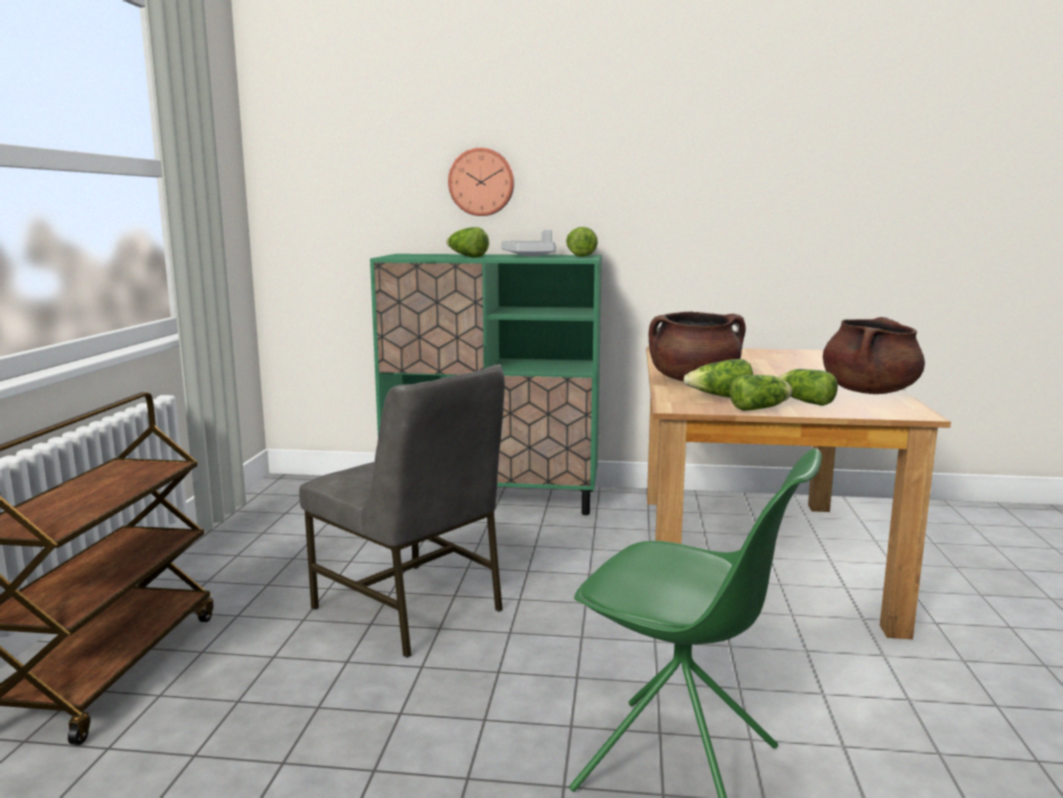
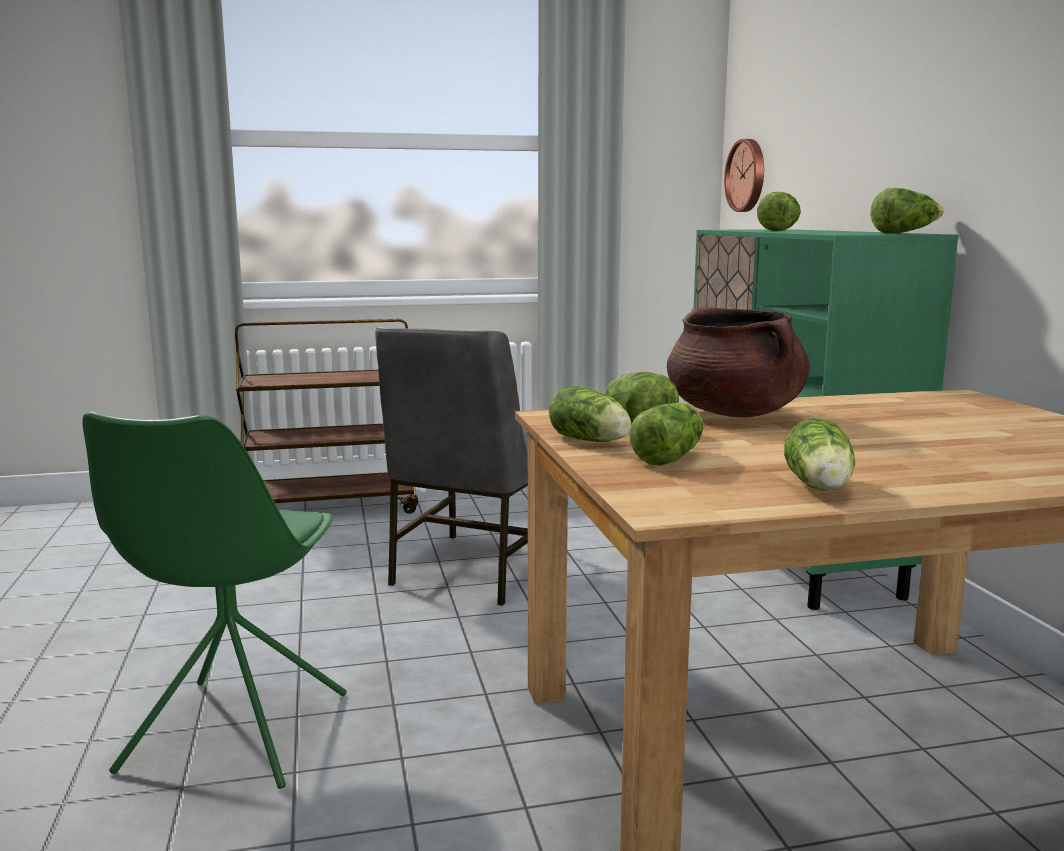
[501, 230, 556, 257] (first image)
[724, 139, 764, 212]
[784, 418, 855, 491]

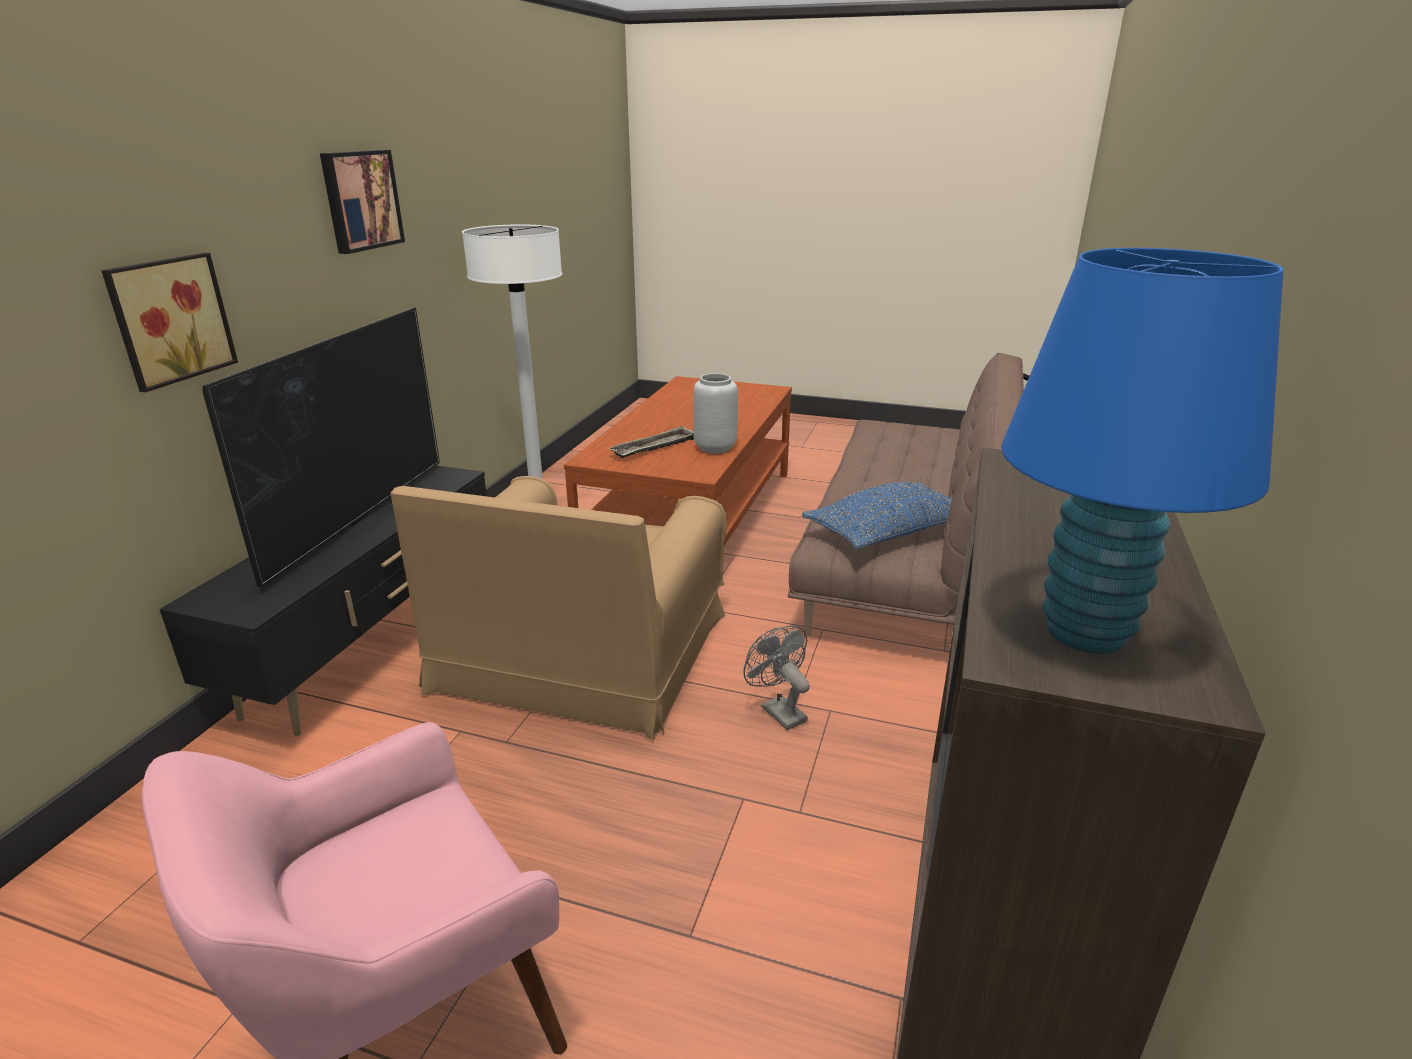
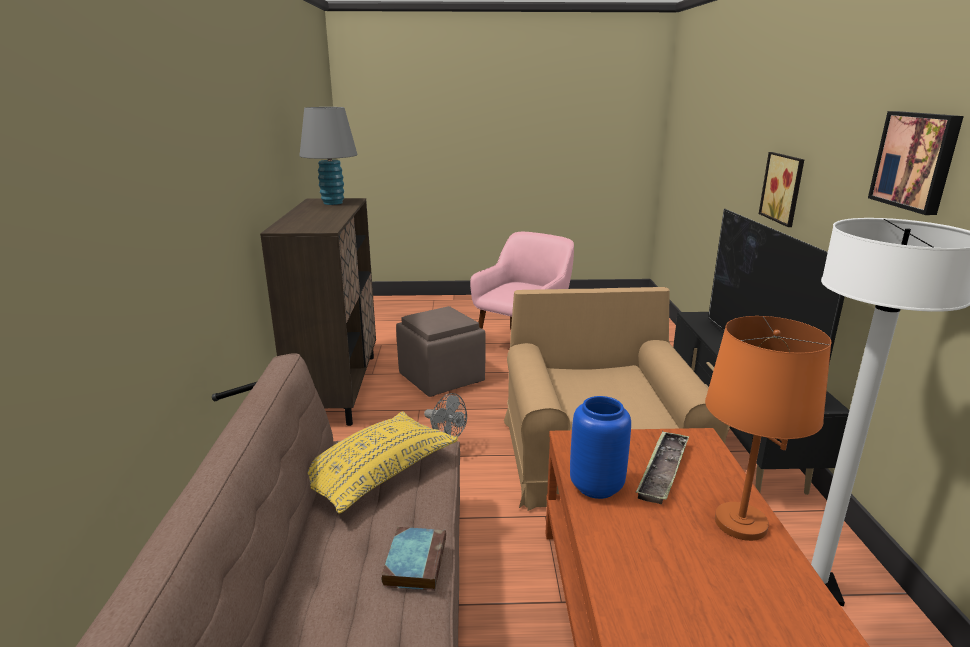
[381, 527, 446, 591]
[396, 306, 486, 397]
[705, 316, 831, 541]
[570, 396, 631, 499]
[308, 411, 458, 514]
[299, 107, 358, 205]

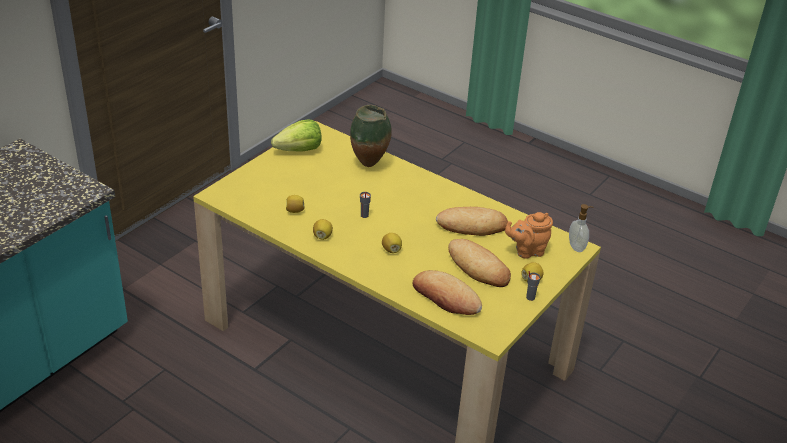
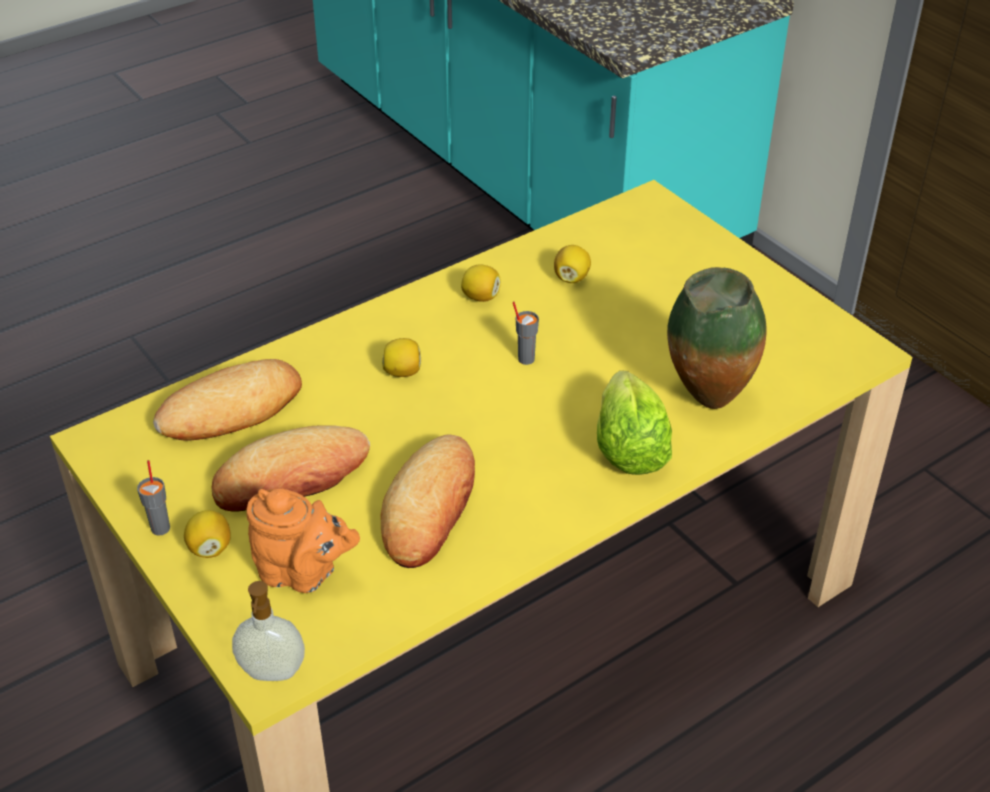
[597, 371, 672, 475]
[246, 489, 360, 593]

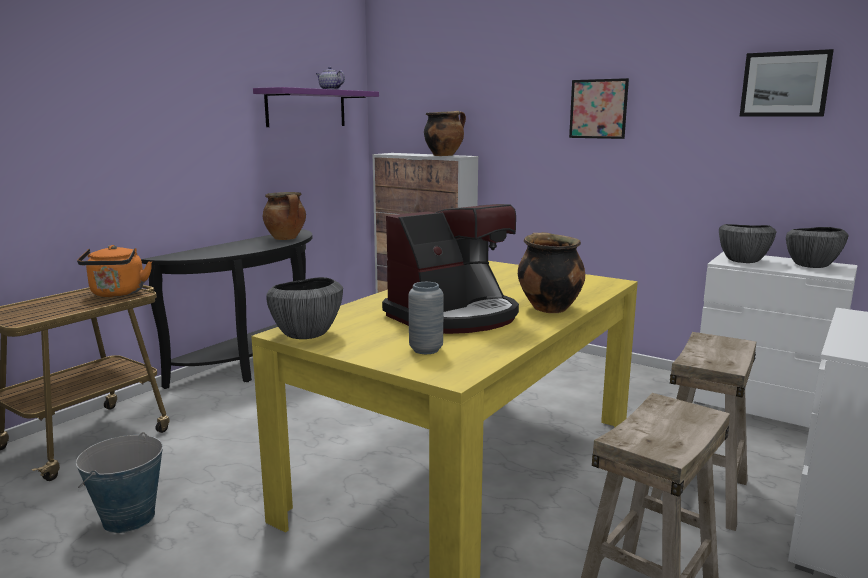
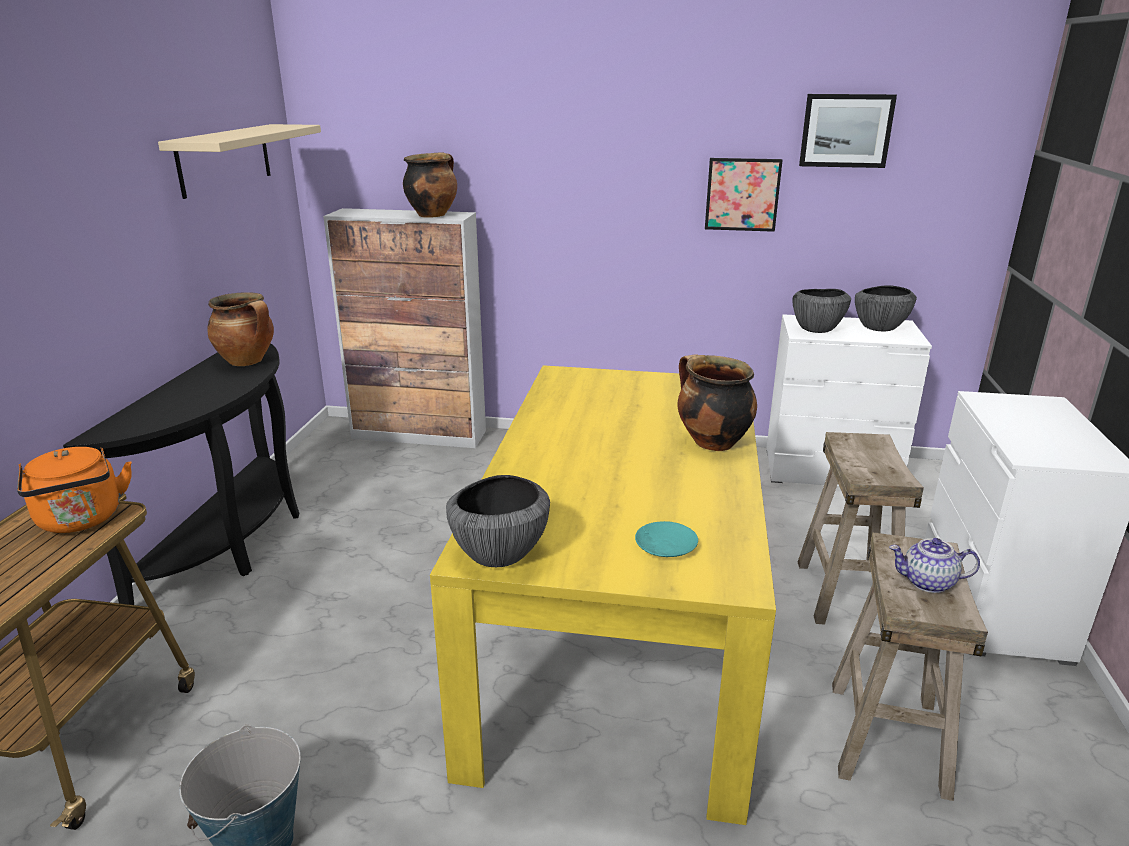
[382, 204, 519, 334] (first image)
[889, 538, 980, 593]
[705, 158, 783, 232]
[635, 521, 698, 557]
[158, 124, 321, 199]

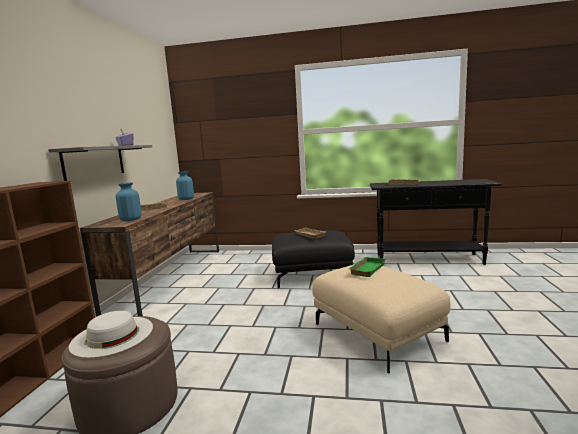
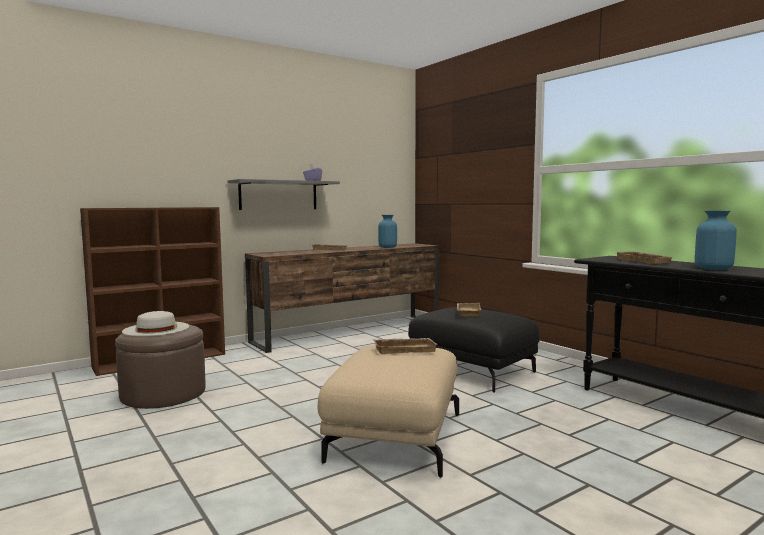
[695, 211, 737, 270]
[373, 338, 438, 354]

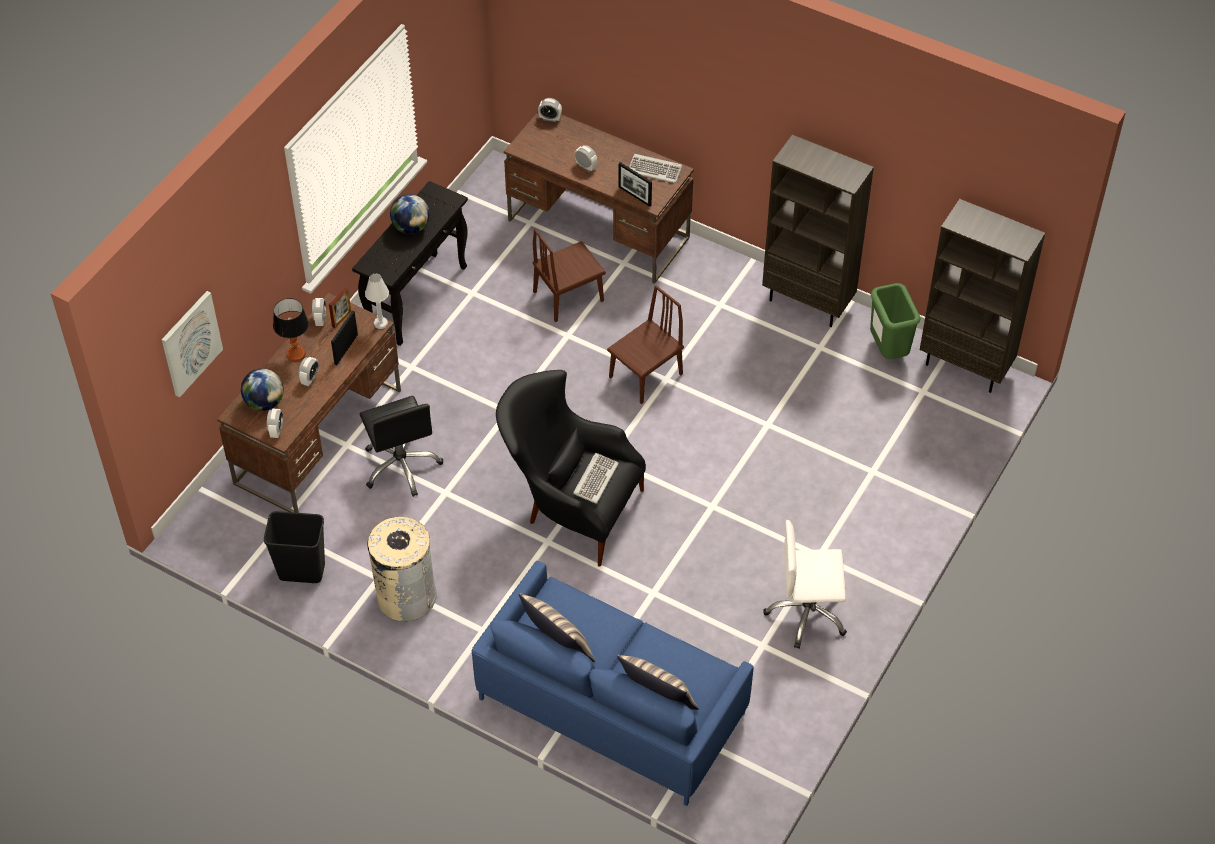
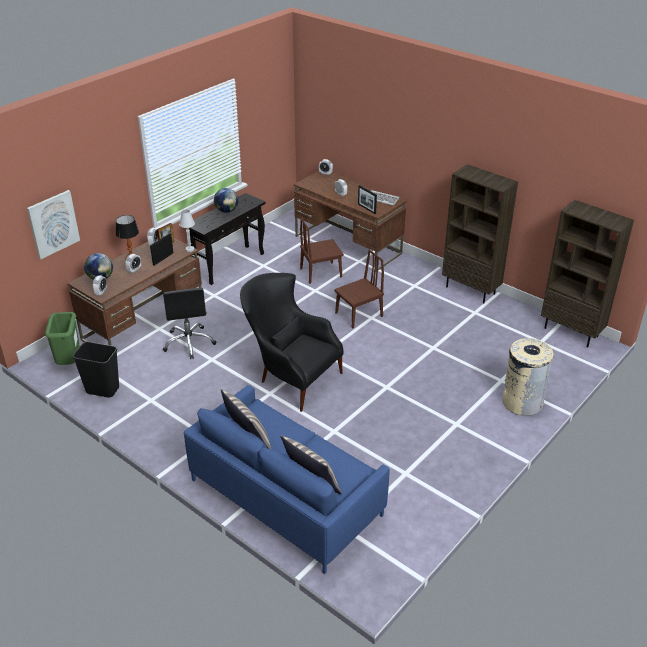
[573, 453, 619, 504] (first image)
[763, 520, 847, 649] (first image)
[502, 338, 554, 416]
[45, 312, 80, 365]

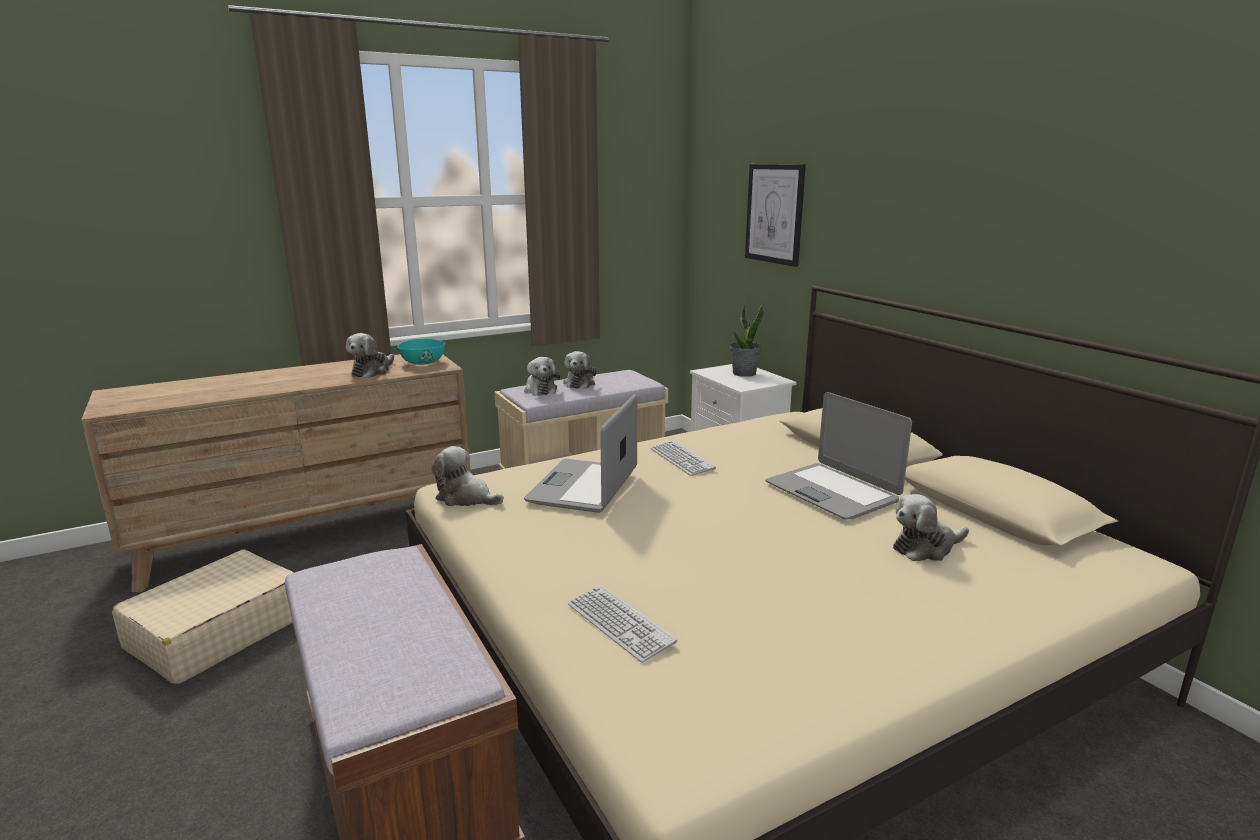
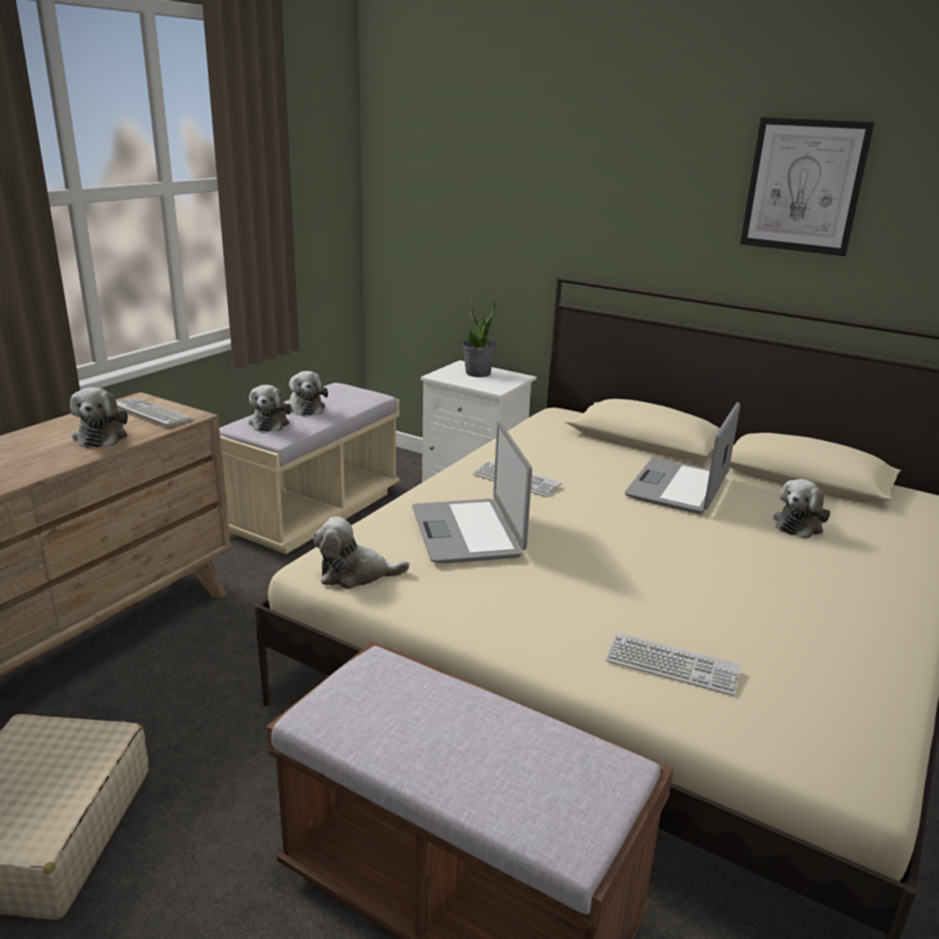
[740, 117, 875, 256]
[116, 398, 194, 427]
[248, 385, 291, 432]
[625, 402, 740, 514]

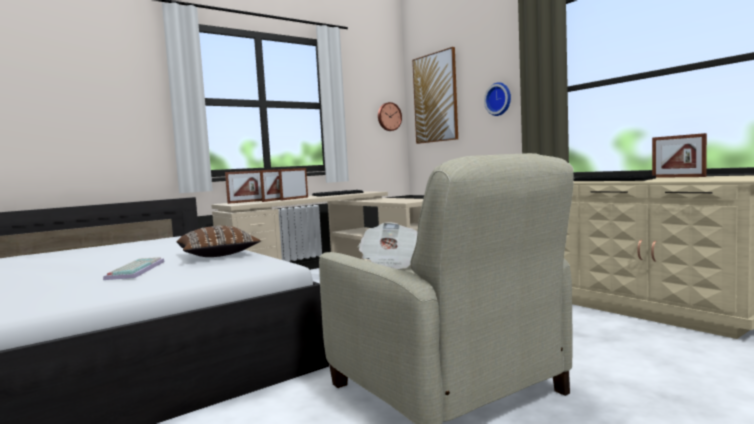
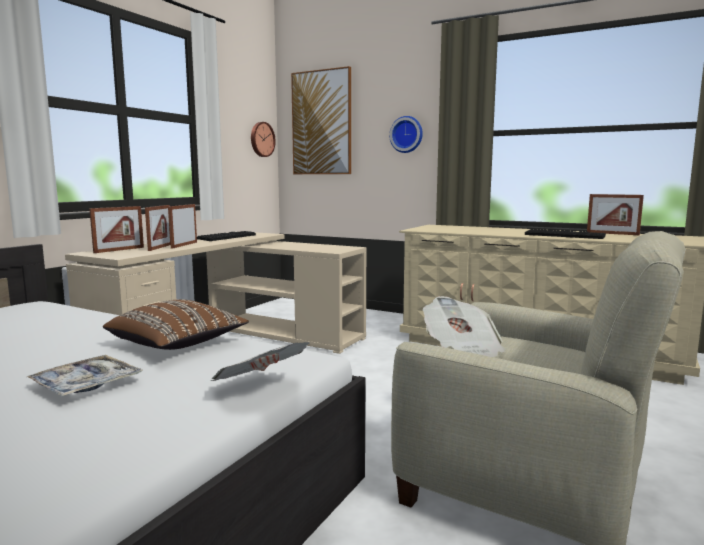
[211, 342, 309, 381]
[27, 355, 143, 396]

